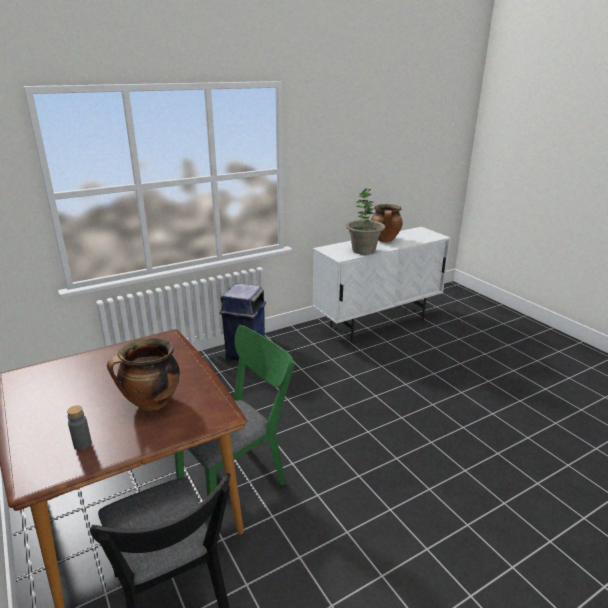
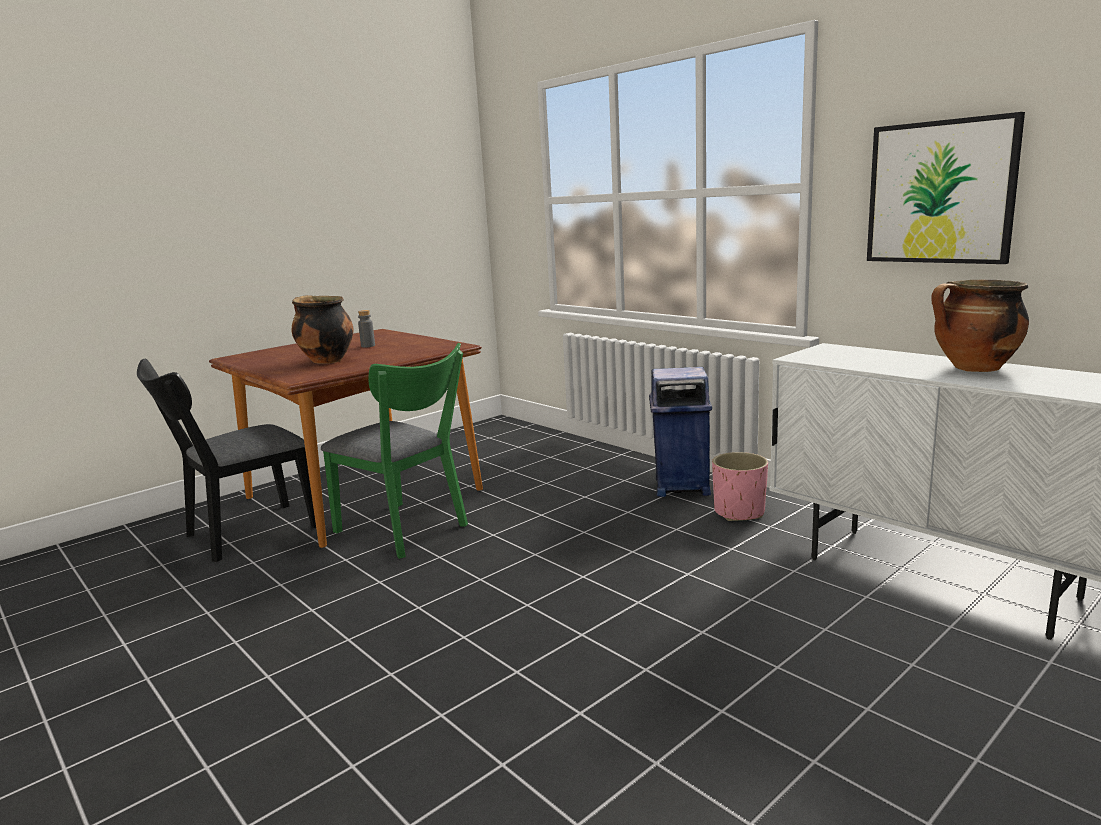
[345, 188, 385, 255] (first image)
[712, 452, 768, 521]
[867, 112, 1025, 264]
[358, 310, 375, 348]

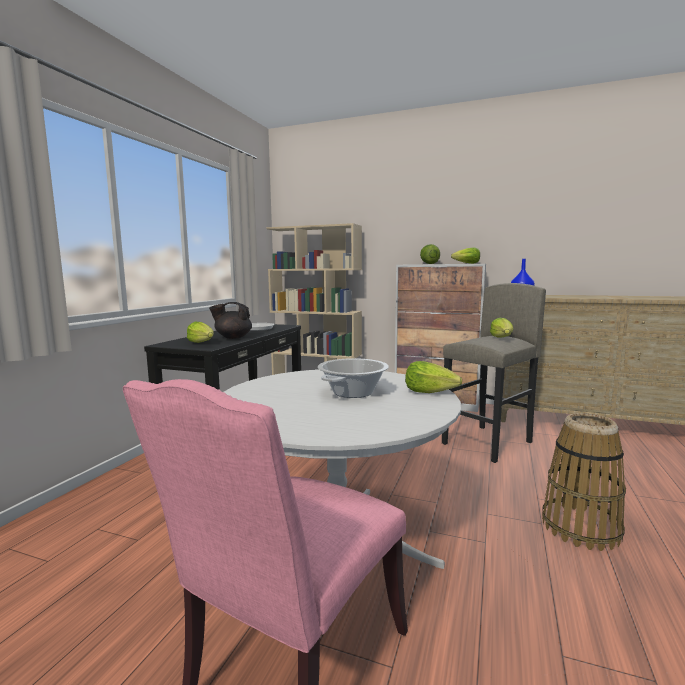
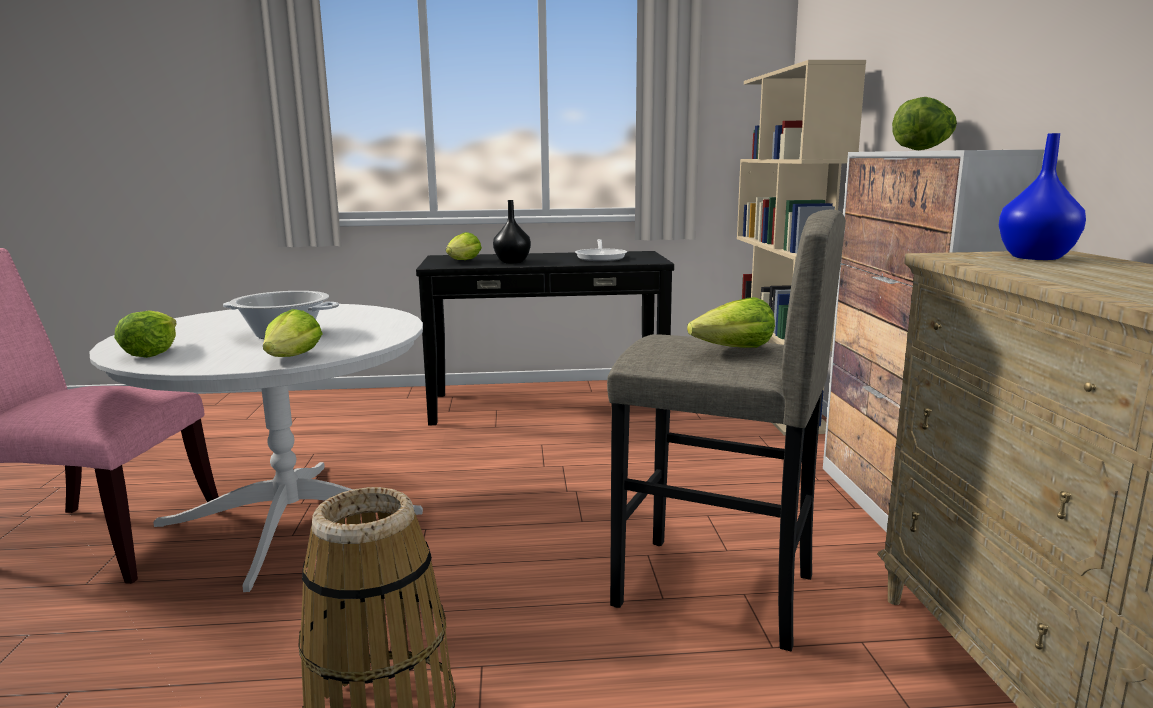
[114, 310, 177, 358]
[493, 200, 531, 264]

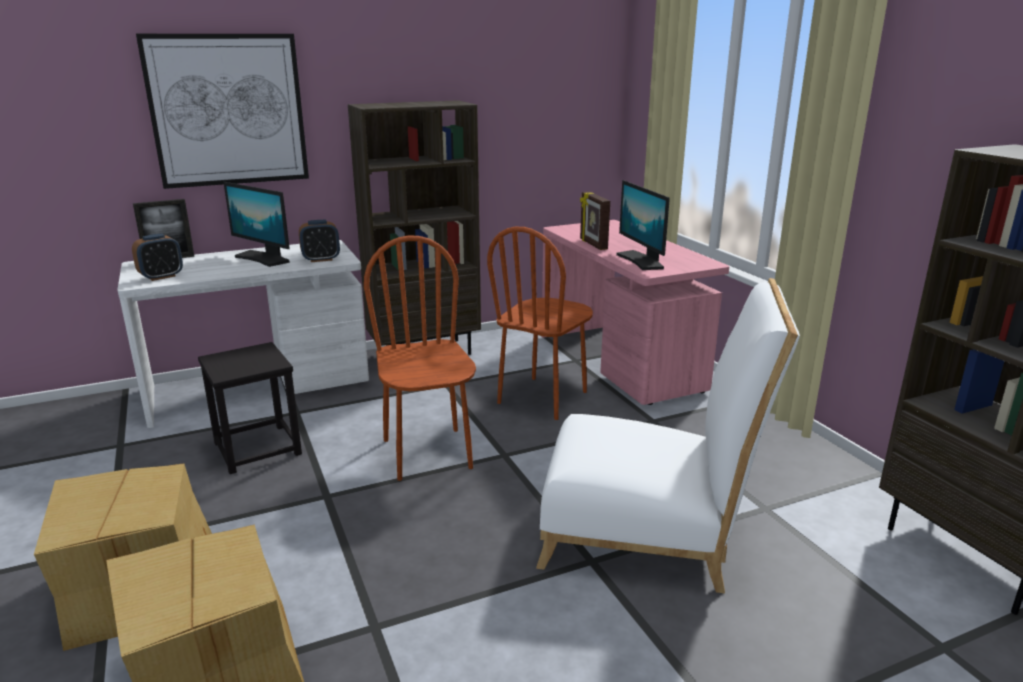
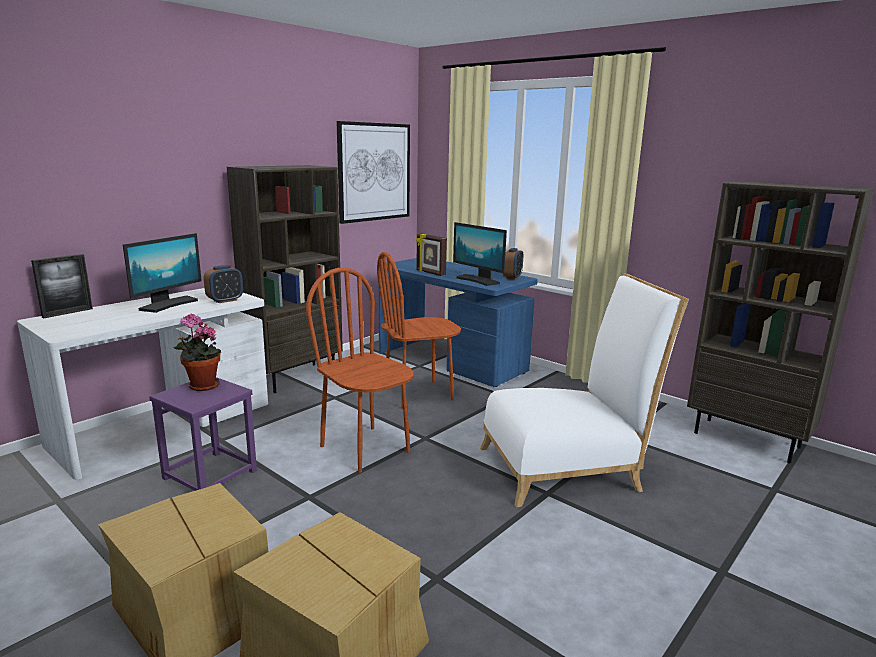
[173, 313, 221, 391]
[503, 248, 523, 279]
[336, 121, 410, 224]
[149, 377, 257, 491]
[378, 258, 538, 387]
[123, 233, 202, 313]
[377, 252, 461, 409]

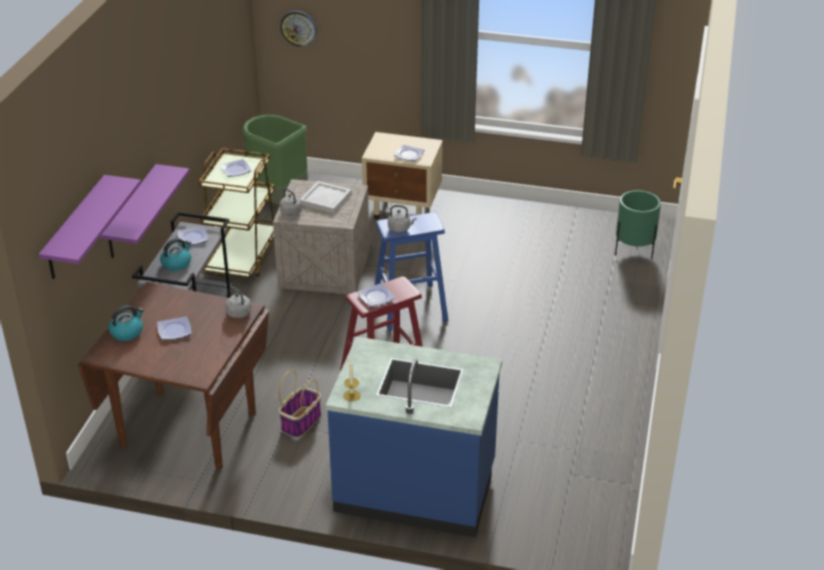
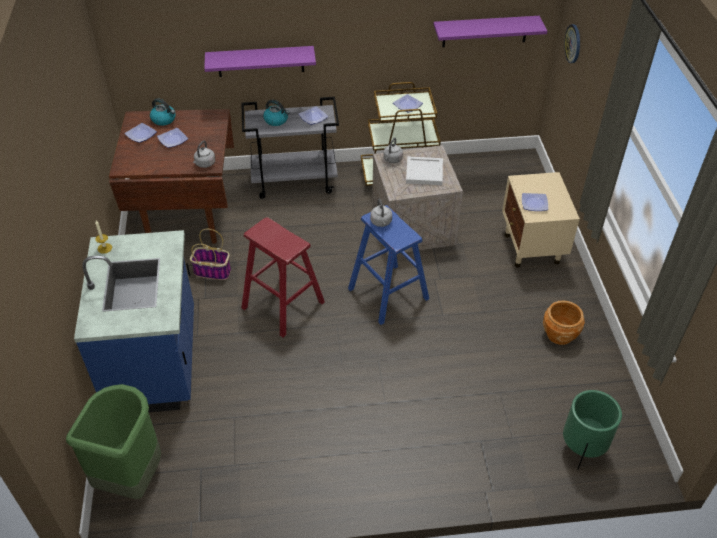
[543, 300, 585, 345]
[433, 16, 547, 47]
[66, 384, 161, 499]
[125, 123, 157, 143]

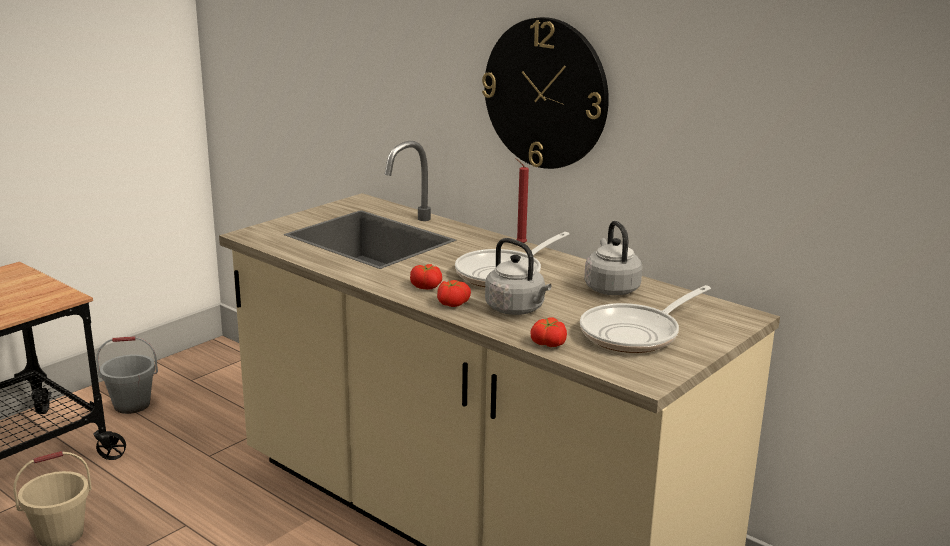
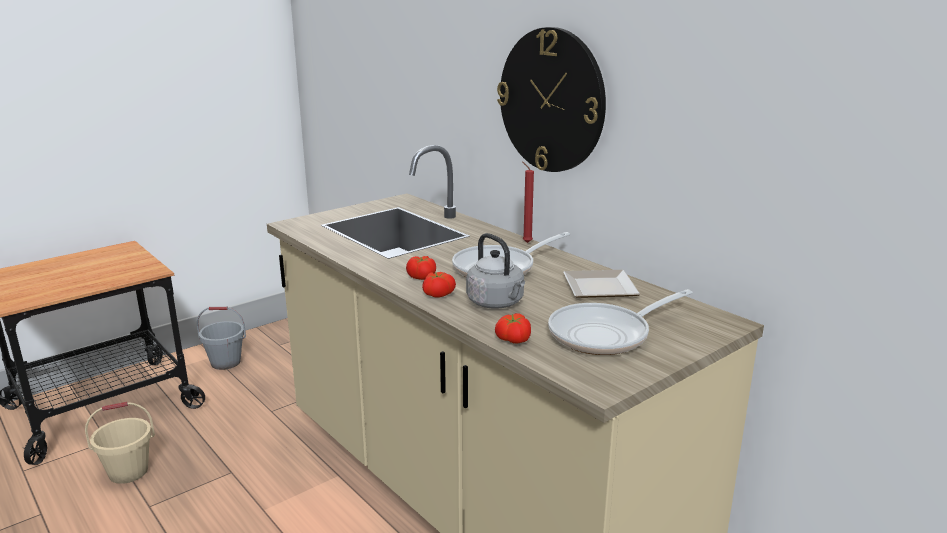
[564, 270, 640, 298]

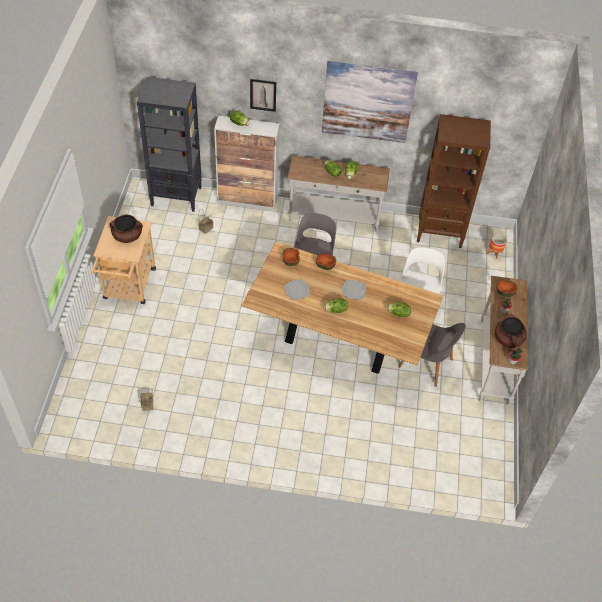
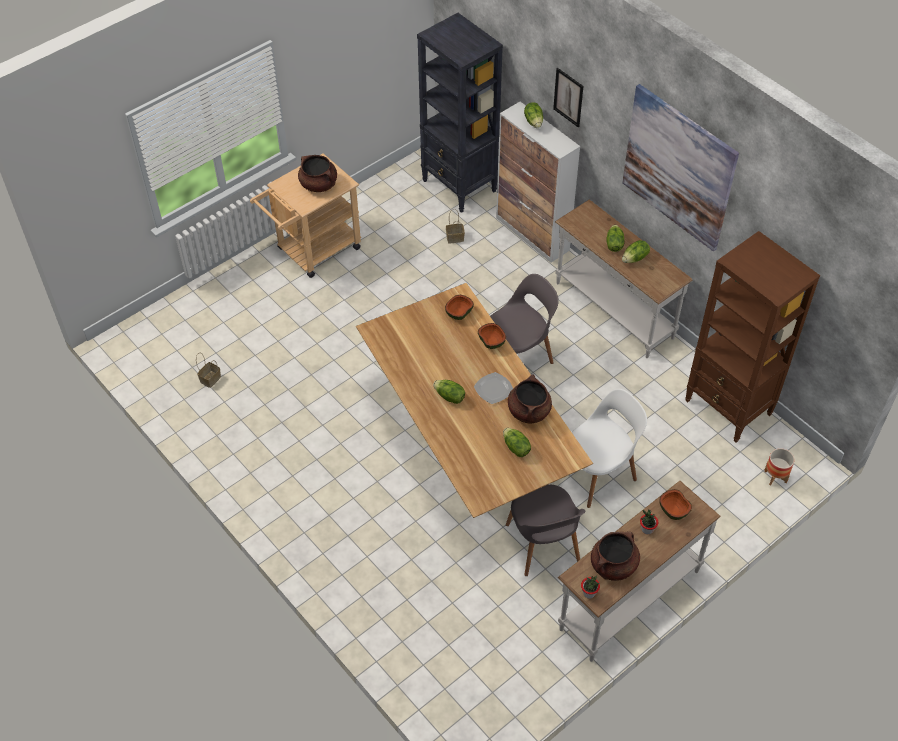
[284, 279, 310, 300] (first image)
[508, 374, 552, 423]

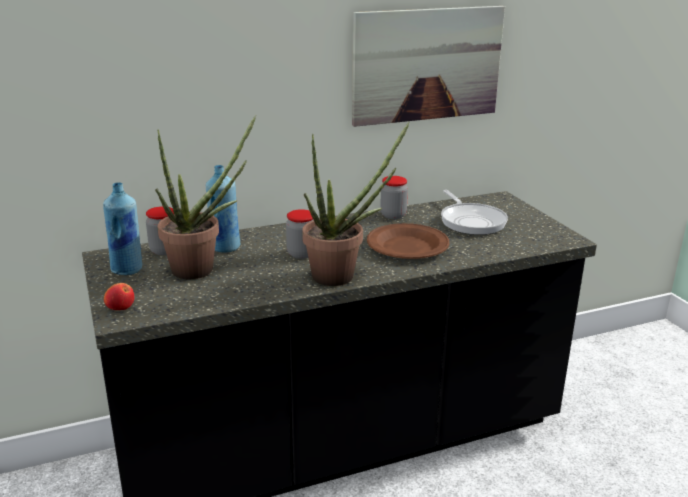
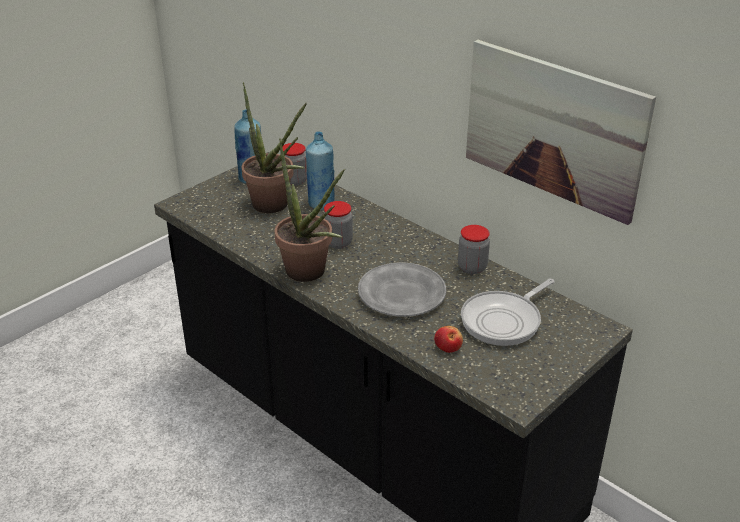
[434, 326, 463, 353]
[358, 262, 446, 317]

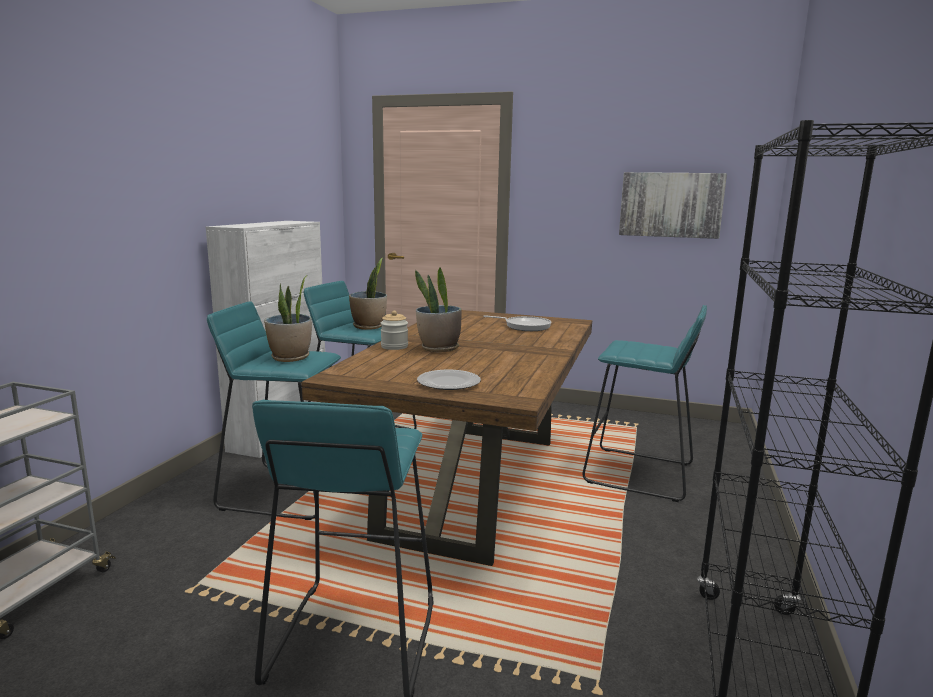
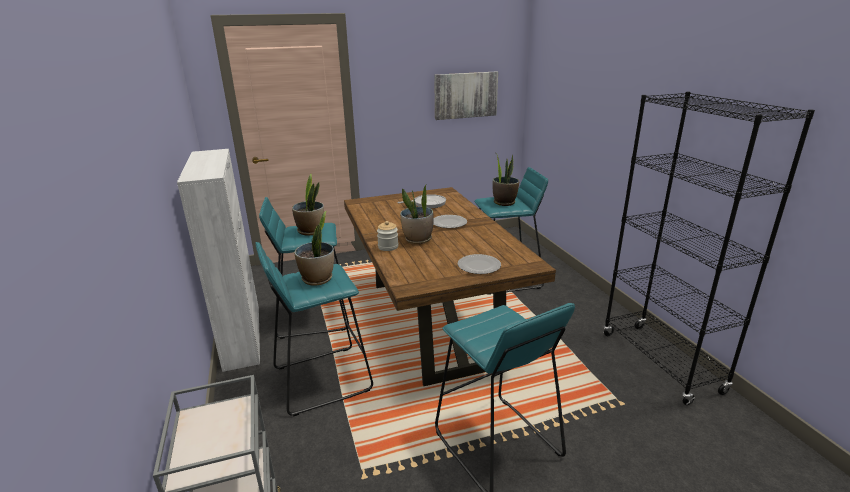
[433, 215, 467, 228]
[492, 155, 520, 206]

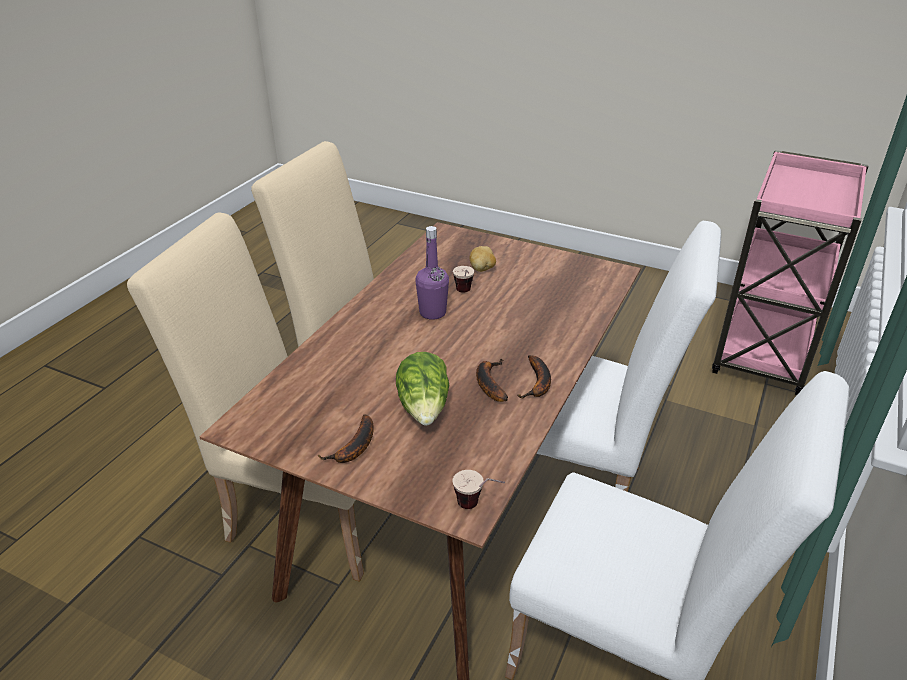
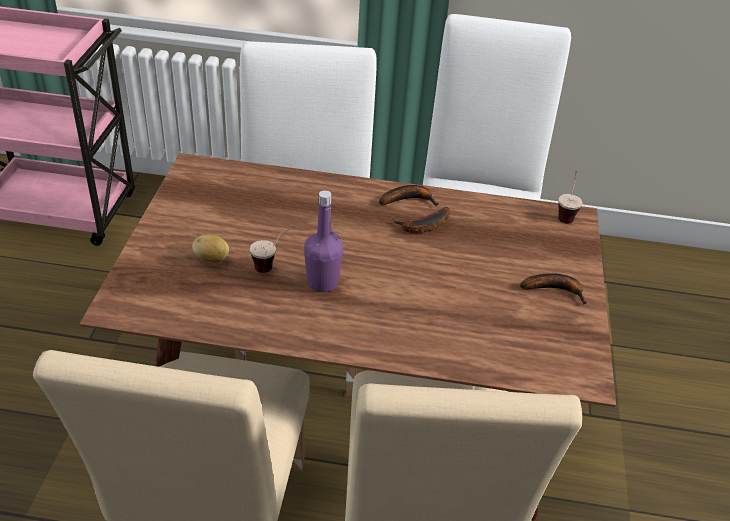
[396, 352, 449, 426] (first image)

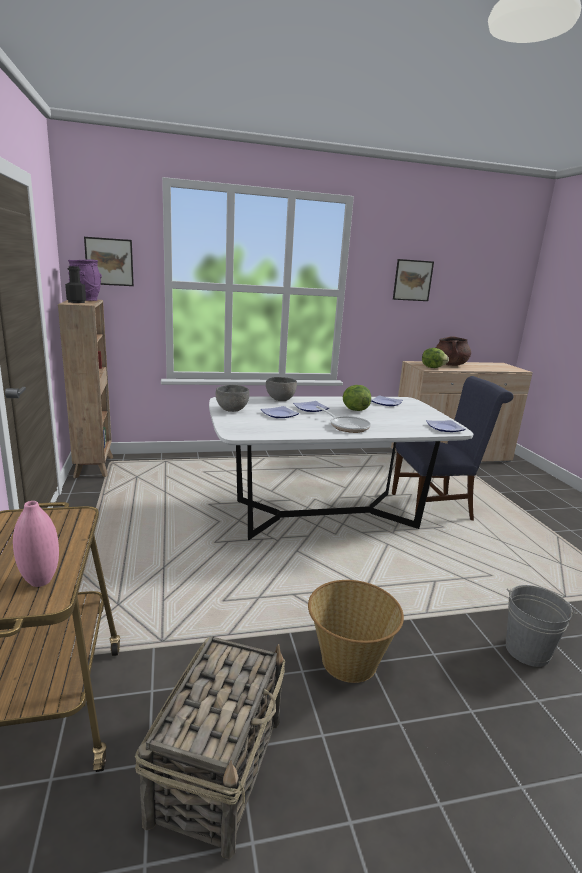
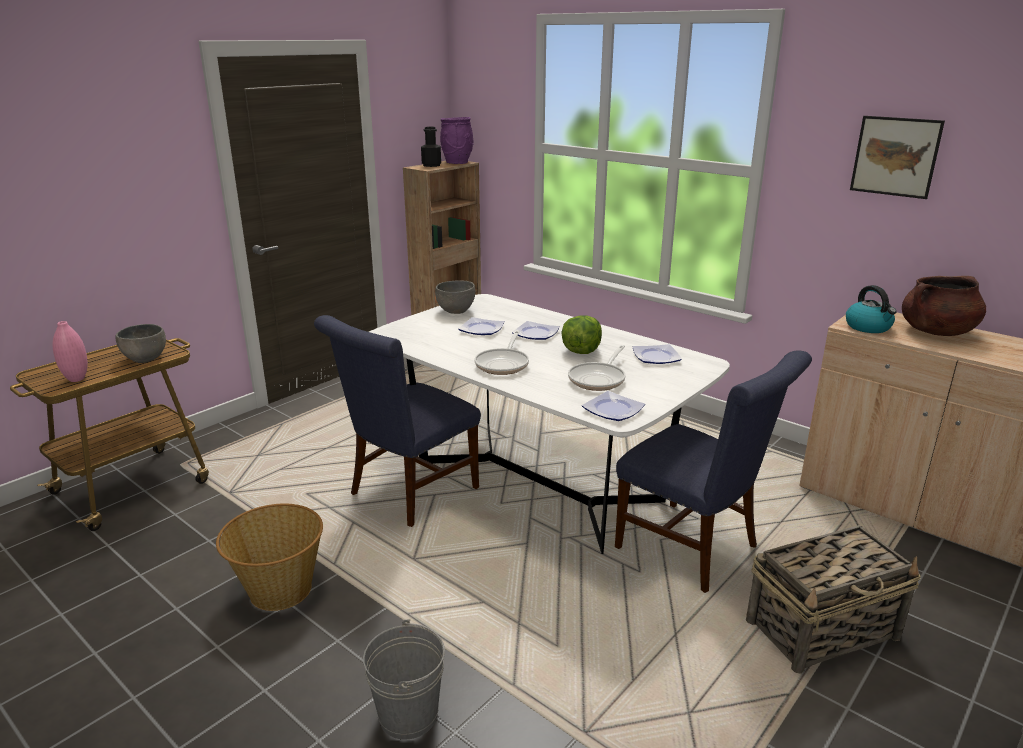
[84, 237, 134, 286] (first image)
[314, 315, 481, 527]
[568, 345, 626, 391]
[746, 525, 921, 674]
[115, 324, 166, 363]
[846, 285, 897, 333]

